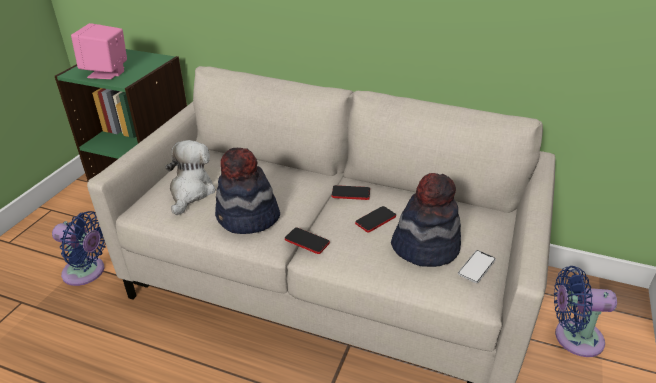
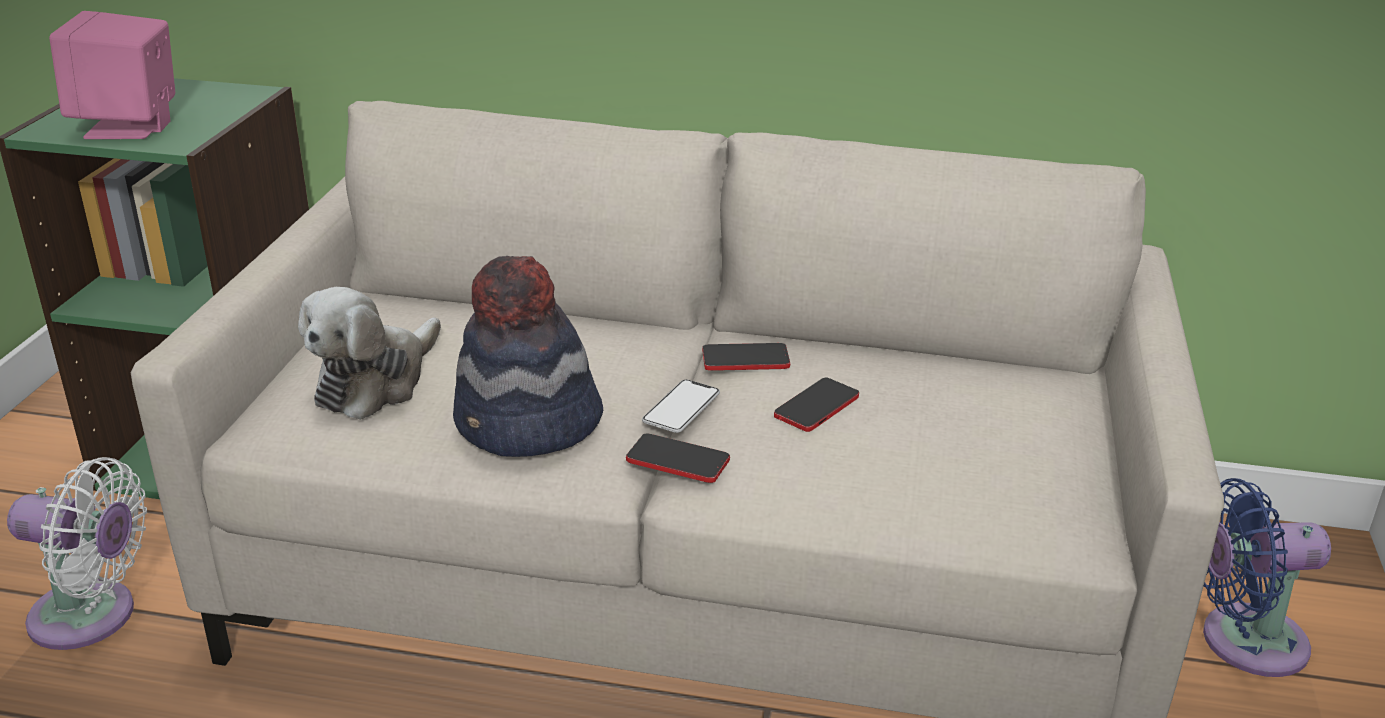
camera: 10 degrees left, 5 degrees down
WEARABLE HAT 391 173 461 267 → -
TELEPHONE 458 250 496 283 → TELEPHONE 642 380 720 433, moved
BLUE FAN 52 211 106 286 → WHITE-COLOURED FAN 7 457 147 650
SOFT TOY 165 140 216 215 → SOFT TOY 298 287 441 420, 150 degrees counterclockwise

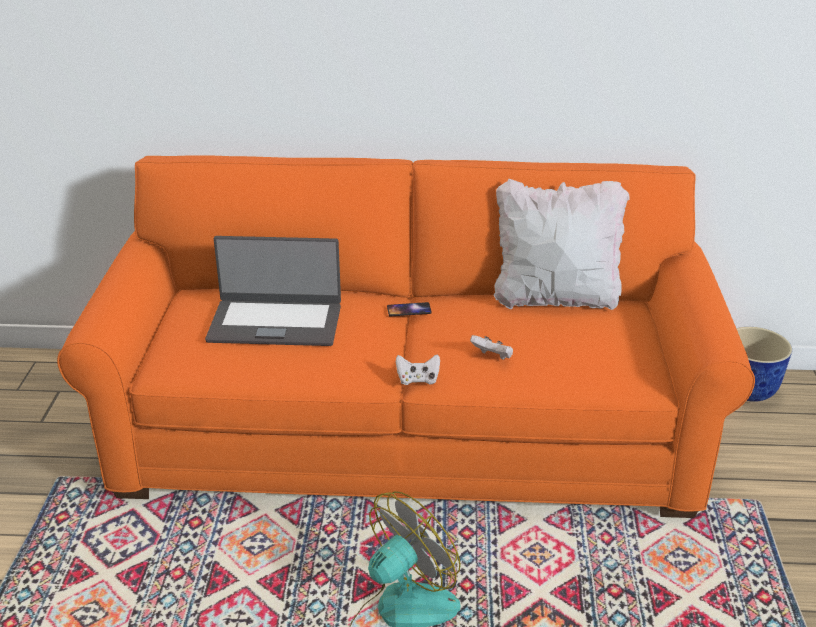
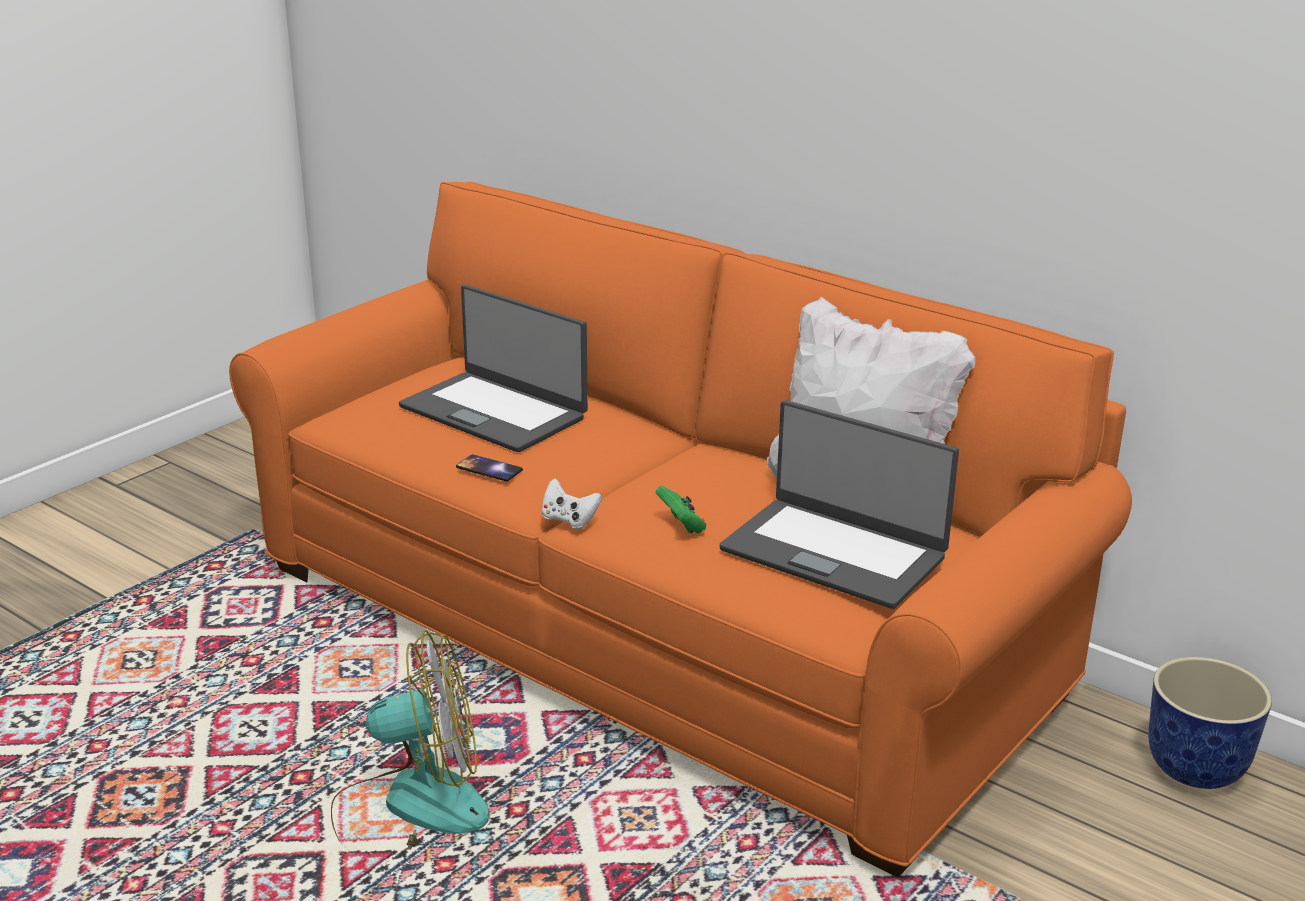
camera: 35 degrees right, 5 degrees down
- → LAPTOP 720 400 959 609
TELEPHONE 387 302 432 316 → TELEPHONE 456 455 523 481, moved
WHITE-COLOURED GAME CONTROLLER 470 335 513 360 → GREENISH GAME CONTROLLER 655 486 706 533

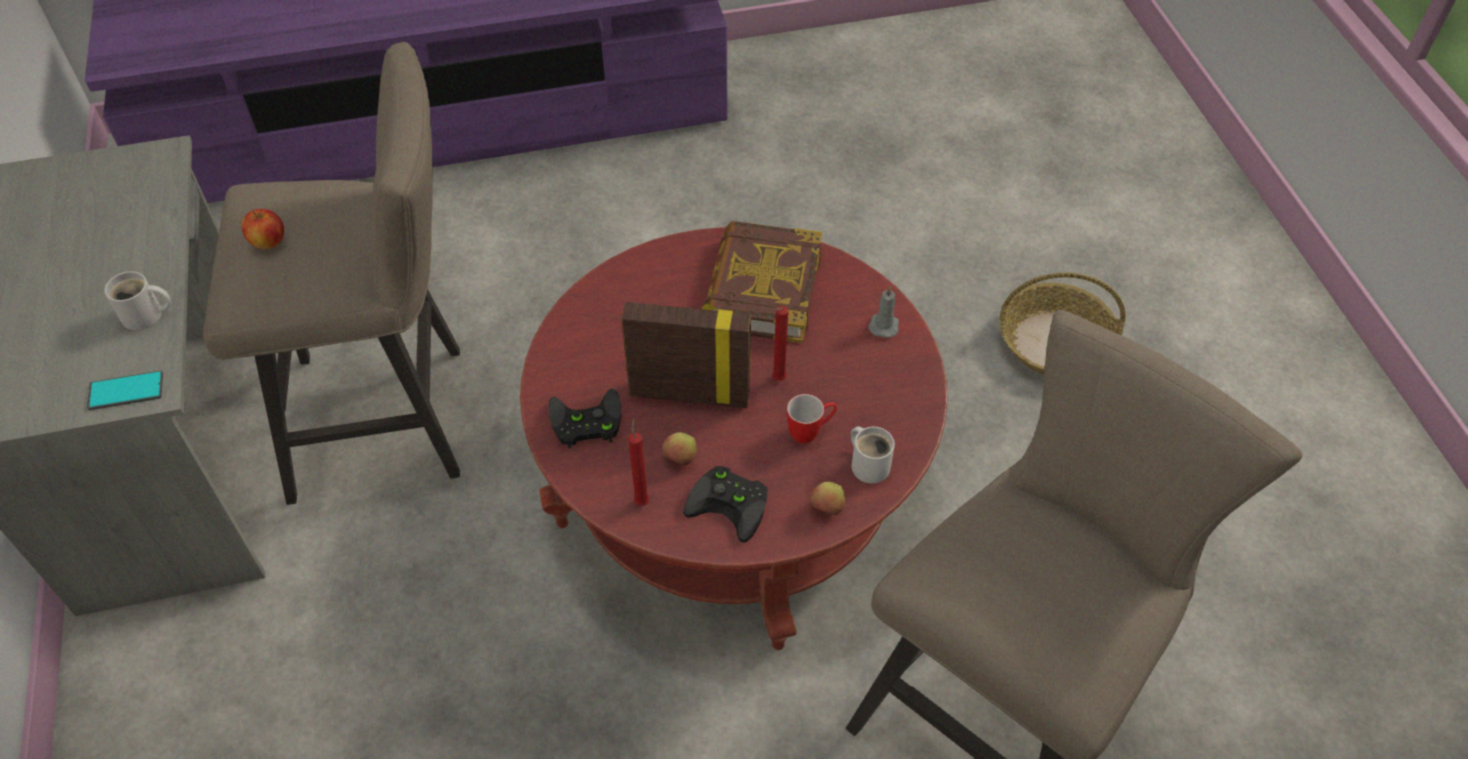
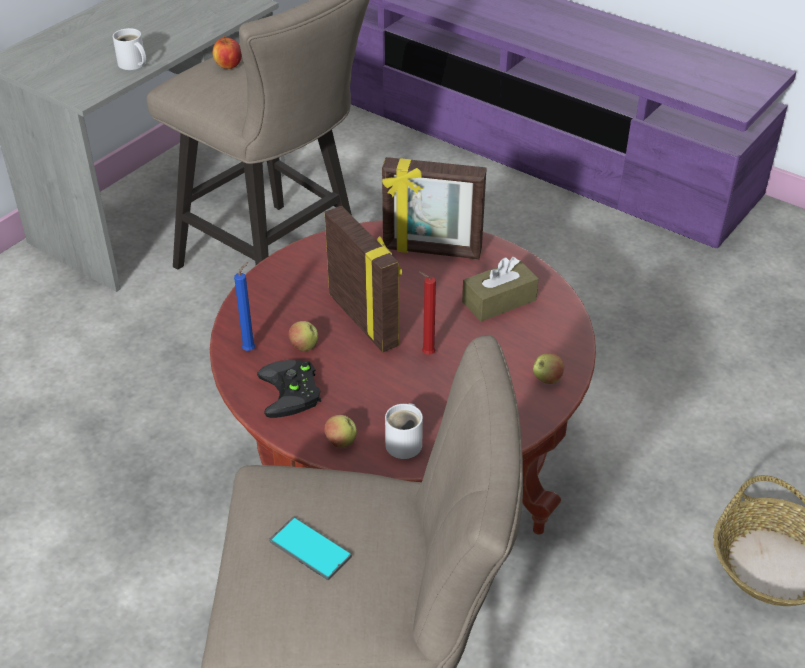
camera: 50 degrees right, 10 degrees down
BLACK-COLOURED GAME CONTROLLER 549 388 621 449 → -
TEA MUG 787 394 837 444 → -
- → PHOTO FRAME 382 157 487 259
TELEPHONE 87 371 163 410 → TELEPHONE 269 517 352 580, moved
VOLUME 704 221 822 343 → BROWN-COLOURED TISSUE BOX 462 257 539 322
GREY WAX LIGHT 868 286 899 338 → APPLE 533 353 564 384
RED-COLOURED WAX LIGHT 628 418 649 506 → BLUE WAX LIGHT 234 262 255 351

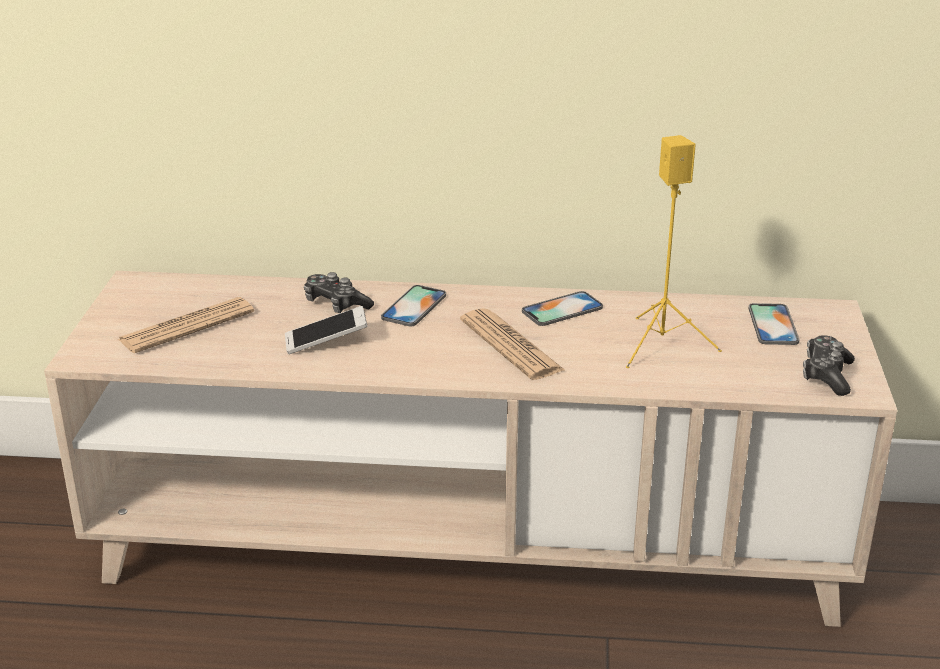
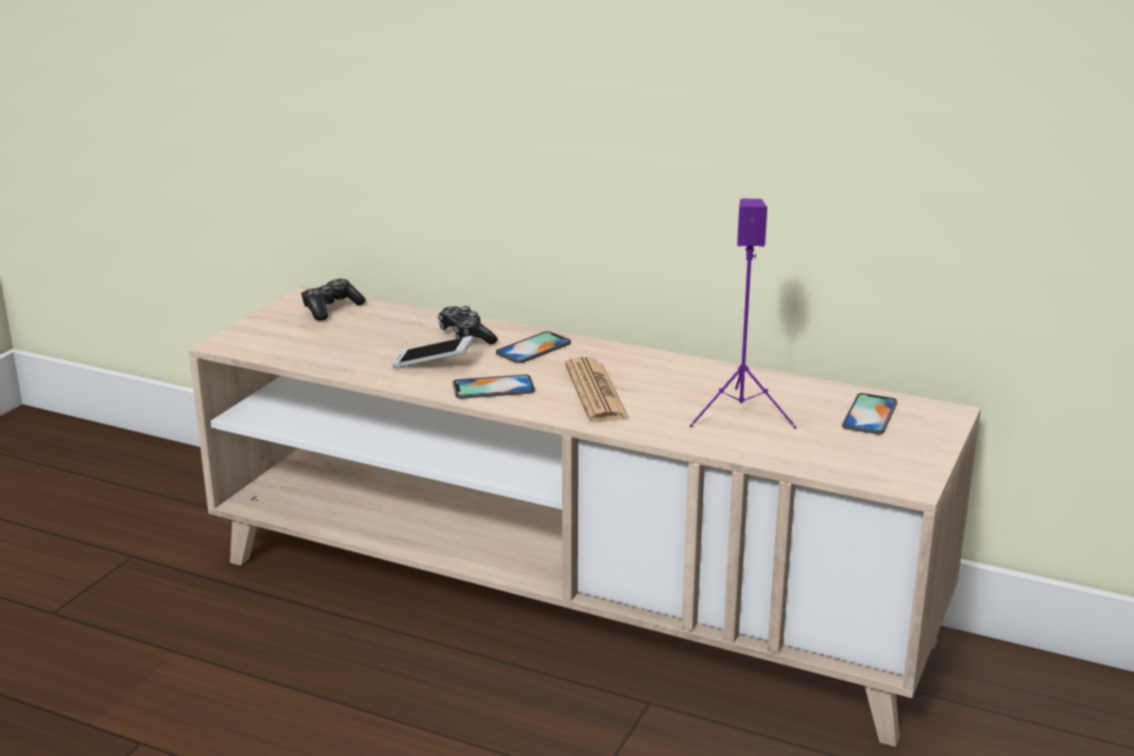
camera: 20 degrees right, 5 degrees down
PRINTED PAPER 118 297 254 353 → -
TELEPHONE 522 291 603 326 → TELEPHONE 453 374 535 399, moved
GAME CONTROLLER 803 335 855 396 → GAME CONTROLLER 301 279 366 320, moved
YELLOW-COLOURED AUDIO SPEAKER 626 135 722 368 → PURPLE AUDIO SPEAKER 690 199 797 428

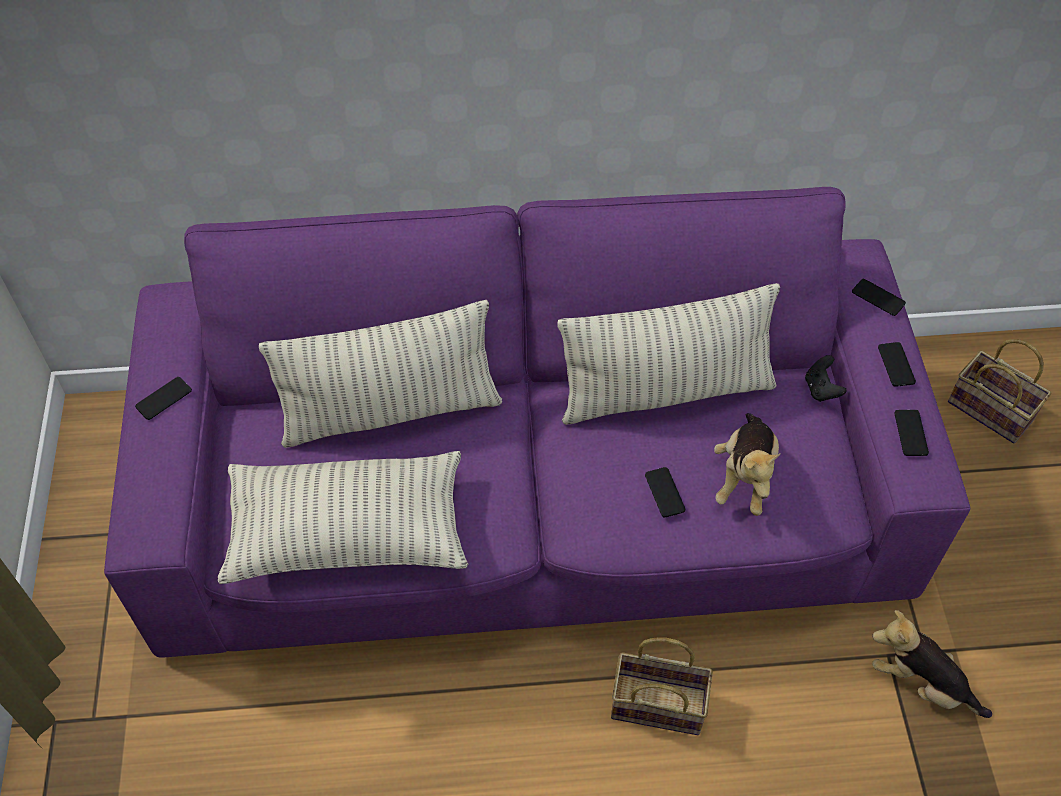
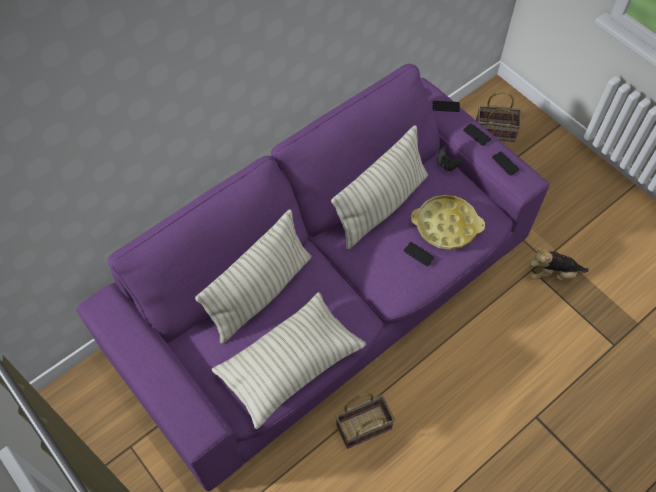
camera: 35 degrees left, 5 degrees up
TELEPHONE 135 377 192 420 → -
BASKET 611 637 713 735 → BASKET 336 393 395 449, moved
SOFT TOY 714 413 780 516 → YELLOW-COLOURED TRAY 411 195 485 250

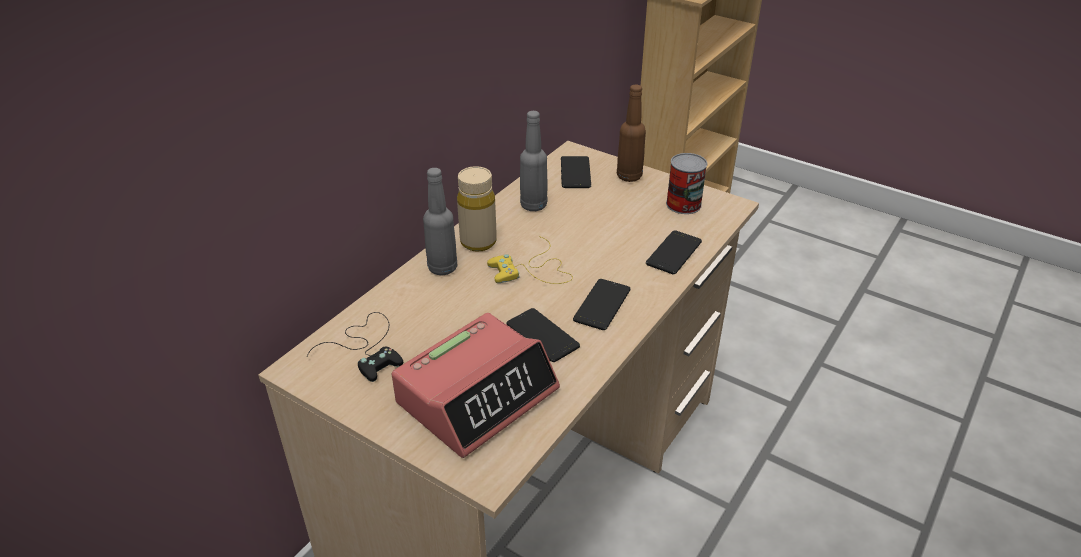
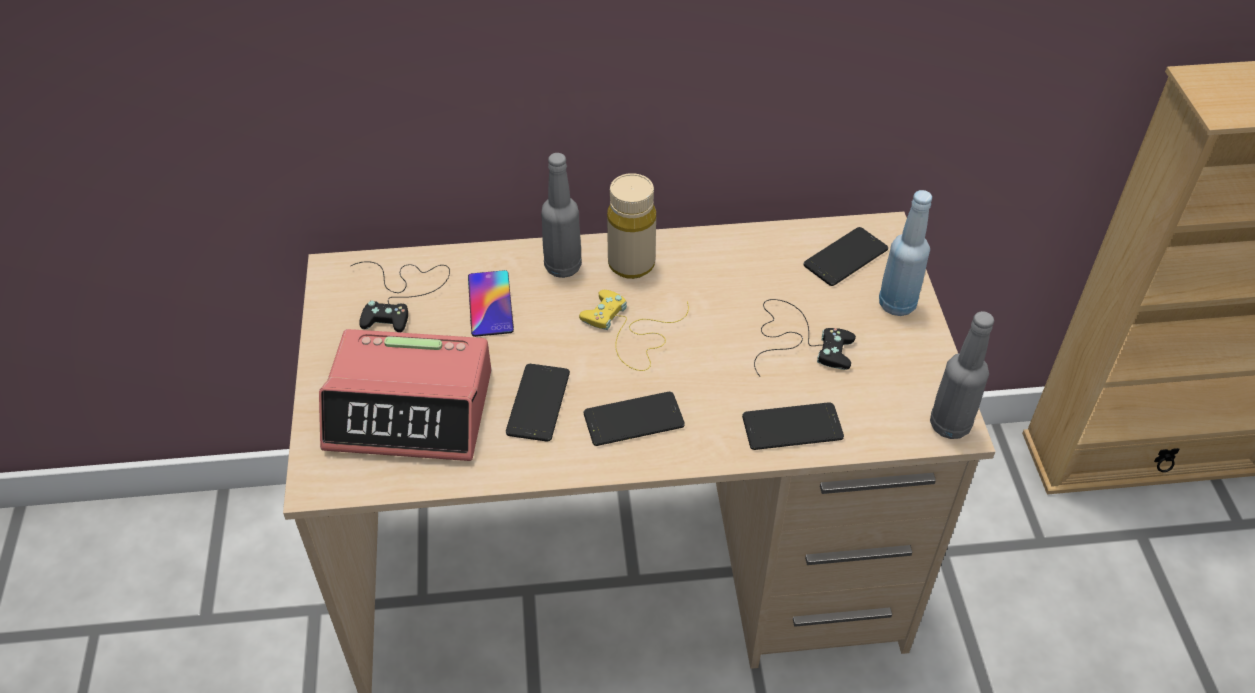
camera: 50 degrees right, 10 degrees up
METAL CAN 666 153 707 214 → -
- → TELEPHONE 468 270 514 337
- → BLACK-COLOURED GAME CONTROLLER 754 299 856 377
GREY DRINK BOTTLE 520 111 547 211 → GREY DRINK BOTTLE 930 311 994 439, moved
BROWN-COLOURED DRINK BOTTLE 617 85 646 182 → BLUE DRINK BOTTLE 879 190 932 316

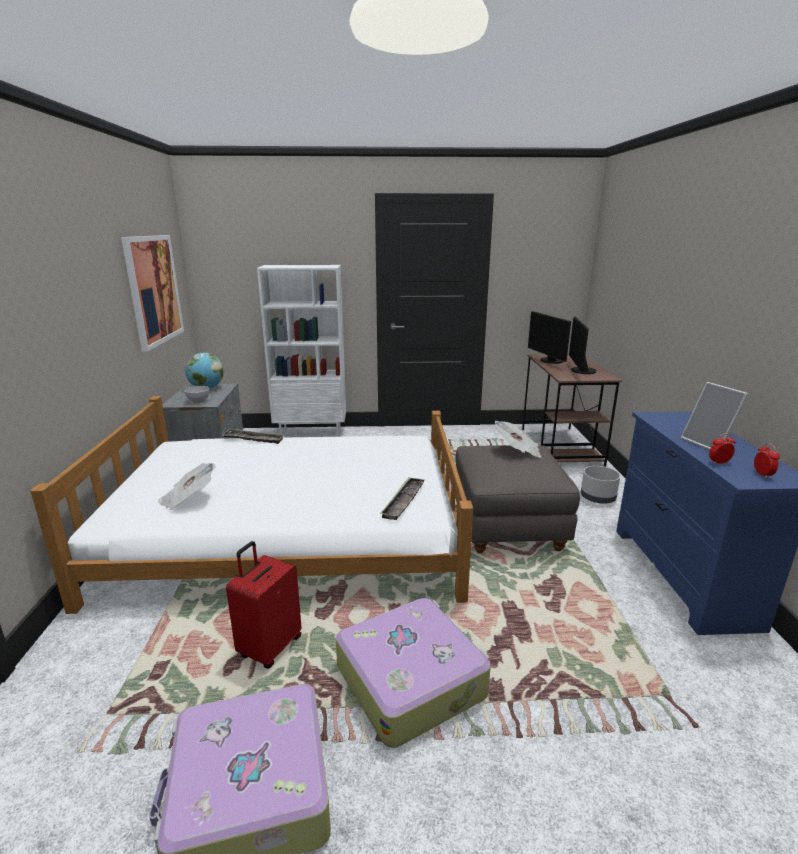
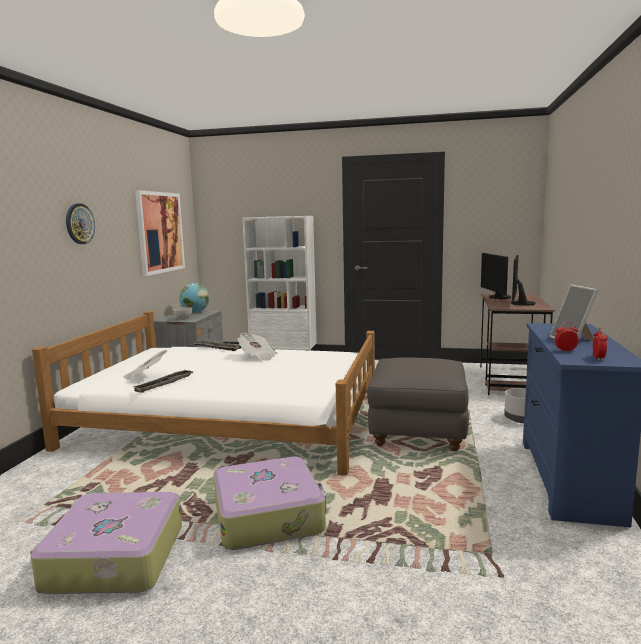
camera: 15 degrees right, 10 degrees down
RED-COLOURED SUITCASE 226 541 301 669 → -
- → CLOCK ON THE WALL 66 203 95 244
TRAY 380 478 425 520 → TRAY 133 370 194 393, moved
PRINTED PAPER 495 421 542 458 → PRINTED PAPER 237 333 277 361, moved

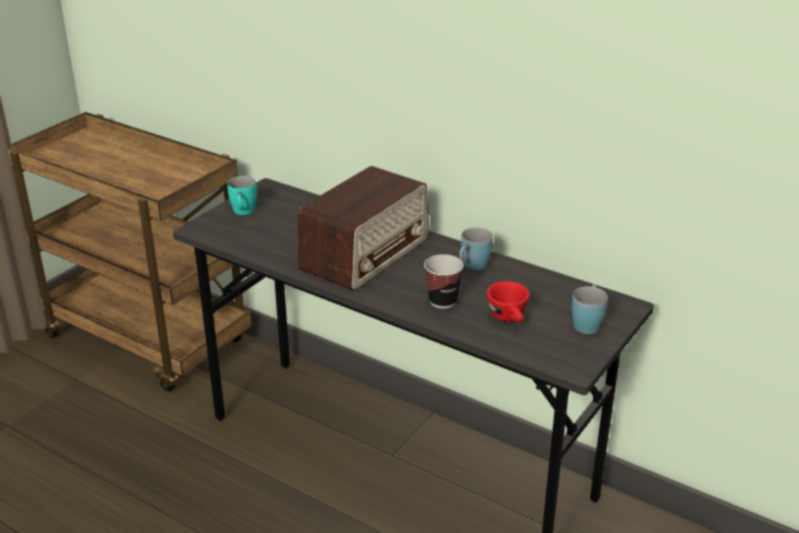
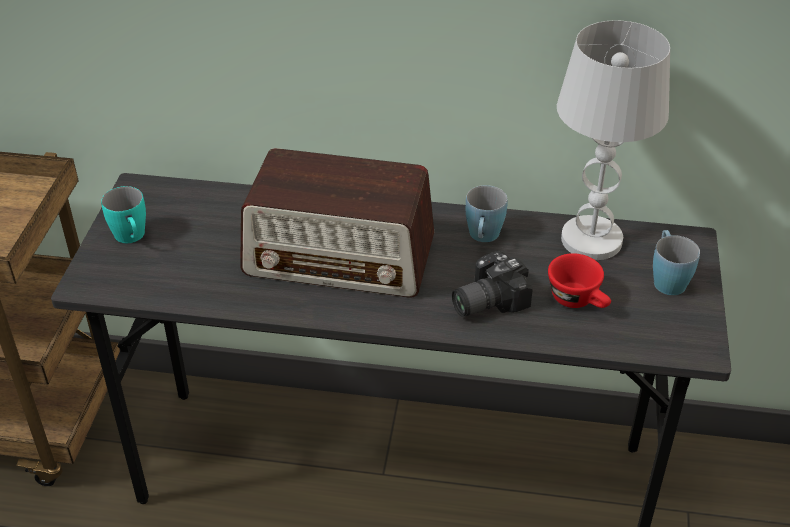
camera: 25 degrees left, 10 degrees up
- → WHITE-COLOURED LAMP FOR A TABLE 557 20 670 260
DRINKING CUP 424 254 464 309 → PHOTO CAMERA 452 251 533 317
RADIO 297 166 429 291 → RADIO 240 148 434 298, 90 degrees clockwise

